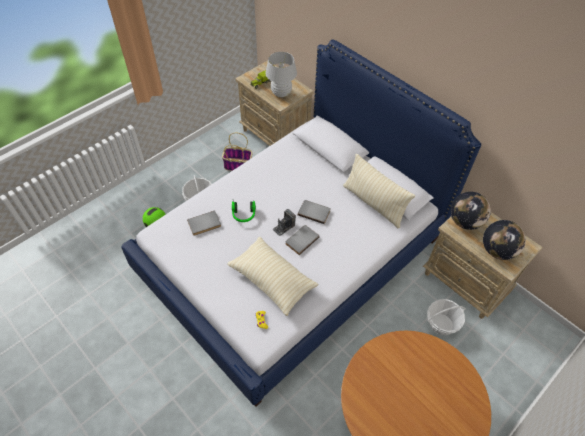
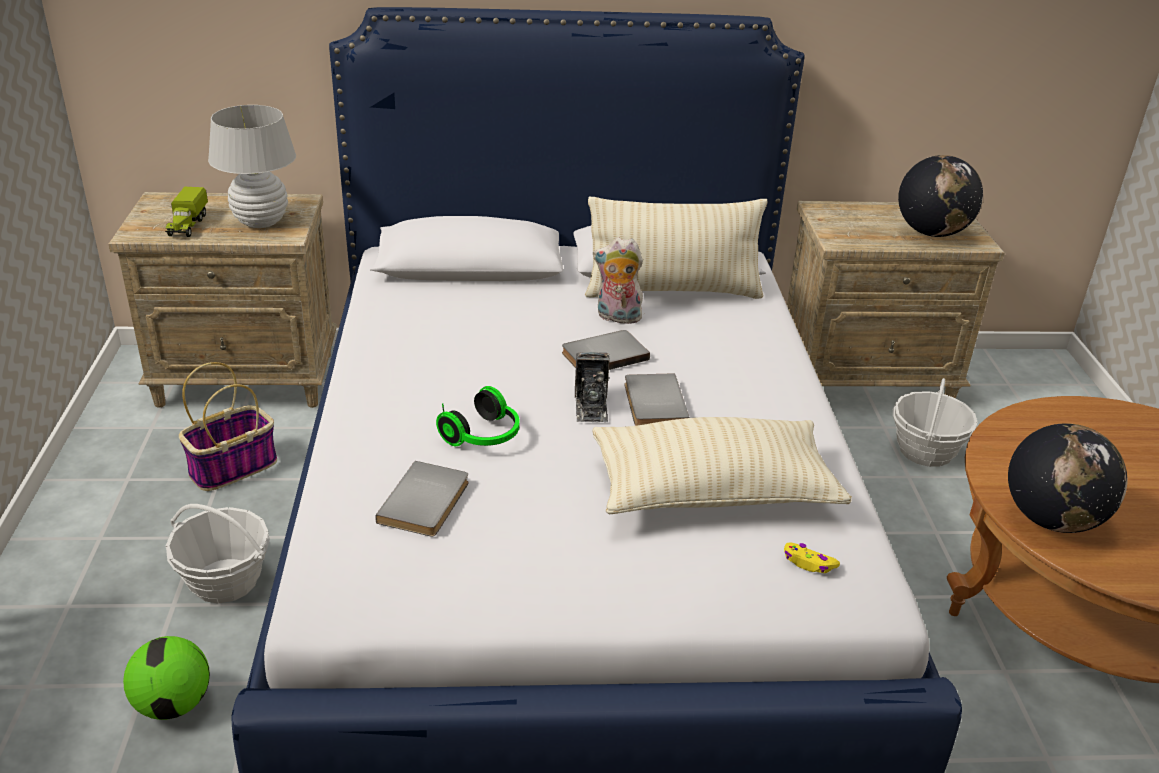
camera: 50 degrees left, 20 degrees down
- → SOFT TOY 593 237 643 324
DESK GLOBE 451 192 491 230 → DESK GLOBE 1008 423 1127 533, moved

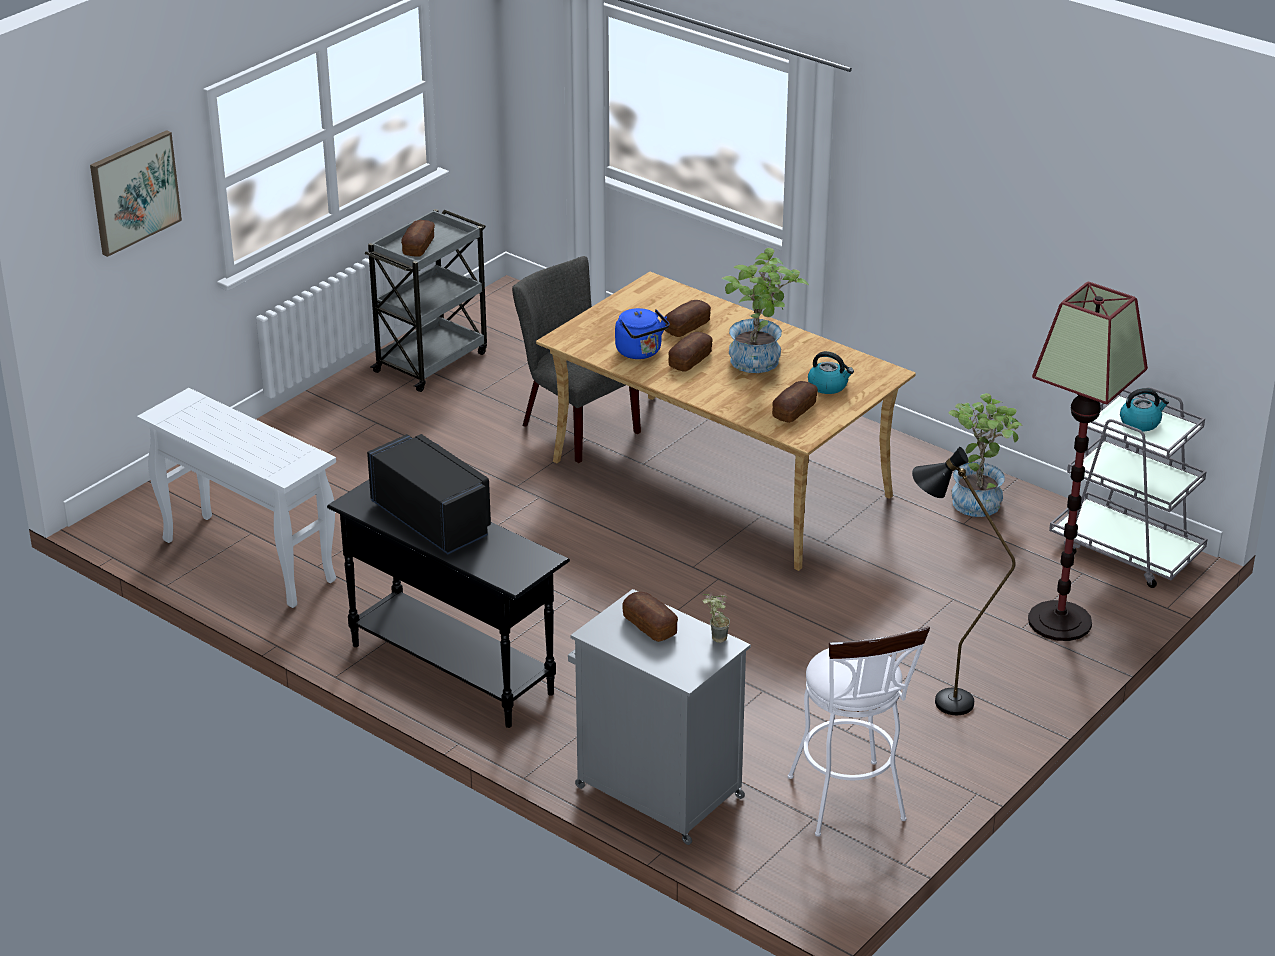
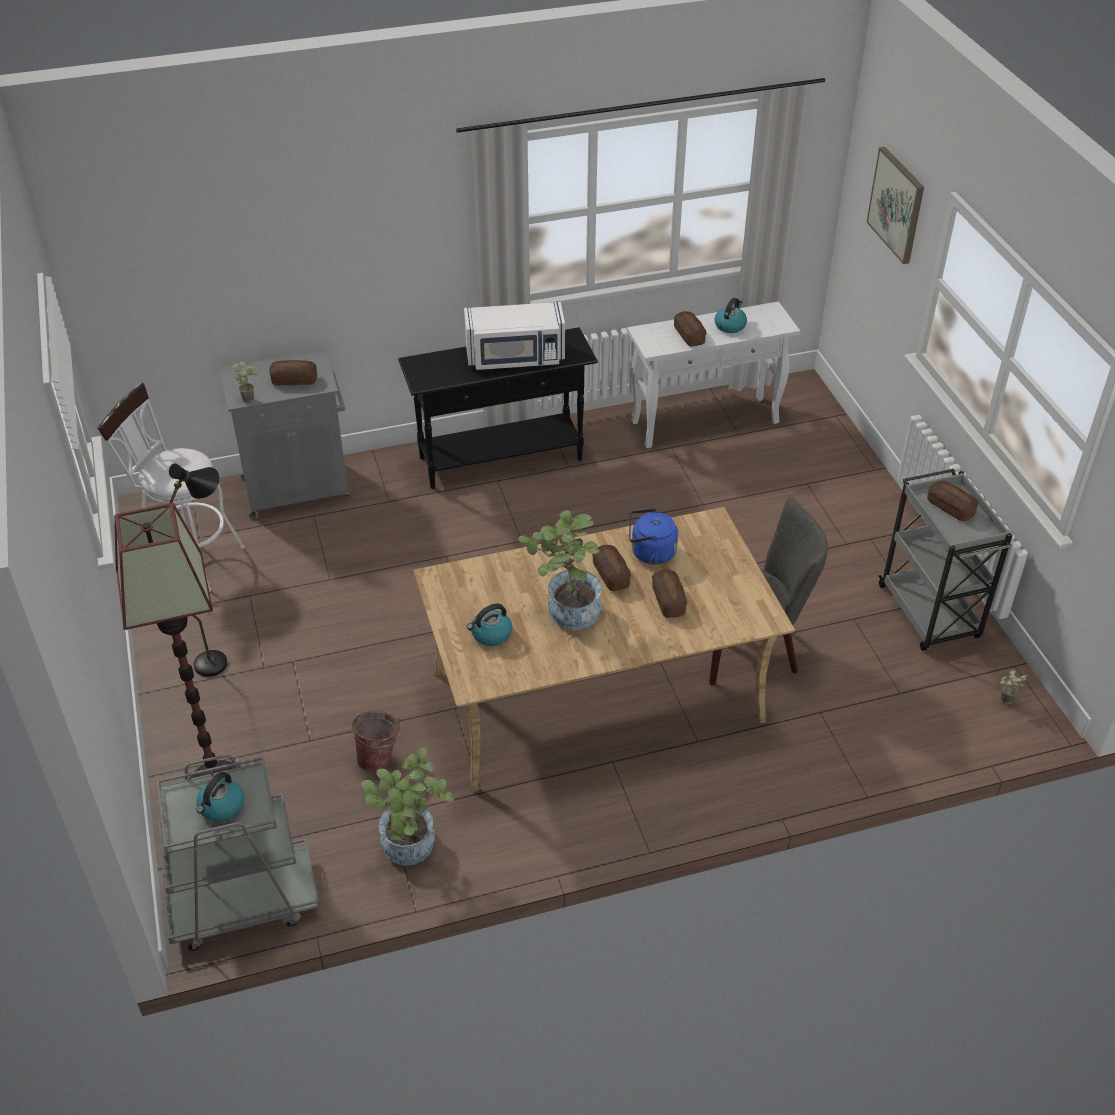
camera: 125 degrees right, 10 degrees up
- → PAIL 352 711 402 772
- → KETTLE 715 298 747 333
- → HOUSEPLANT 1000 670 1029 704
BAKED BREAD 772 381 818 423 → BAKED BREAD 674 311 707 346, moved
BLACK-COLOURED MICROWAVE OVEN 367 434 491 554 → WHITE-COLOURED MICROWAVE OVEN 464 302 565 370

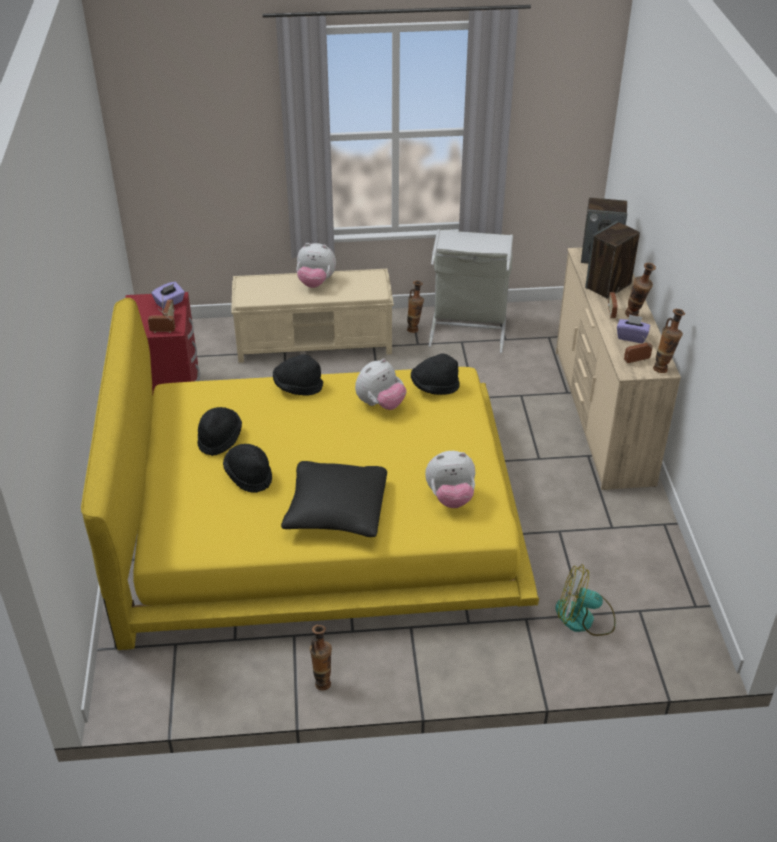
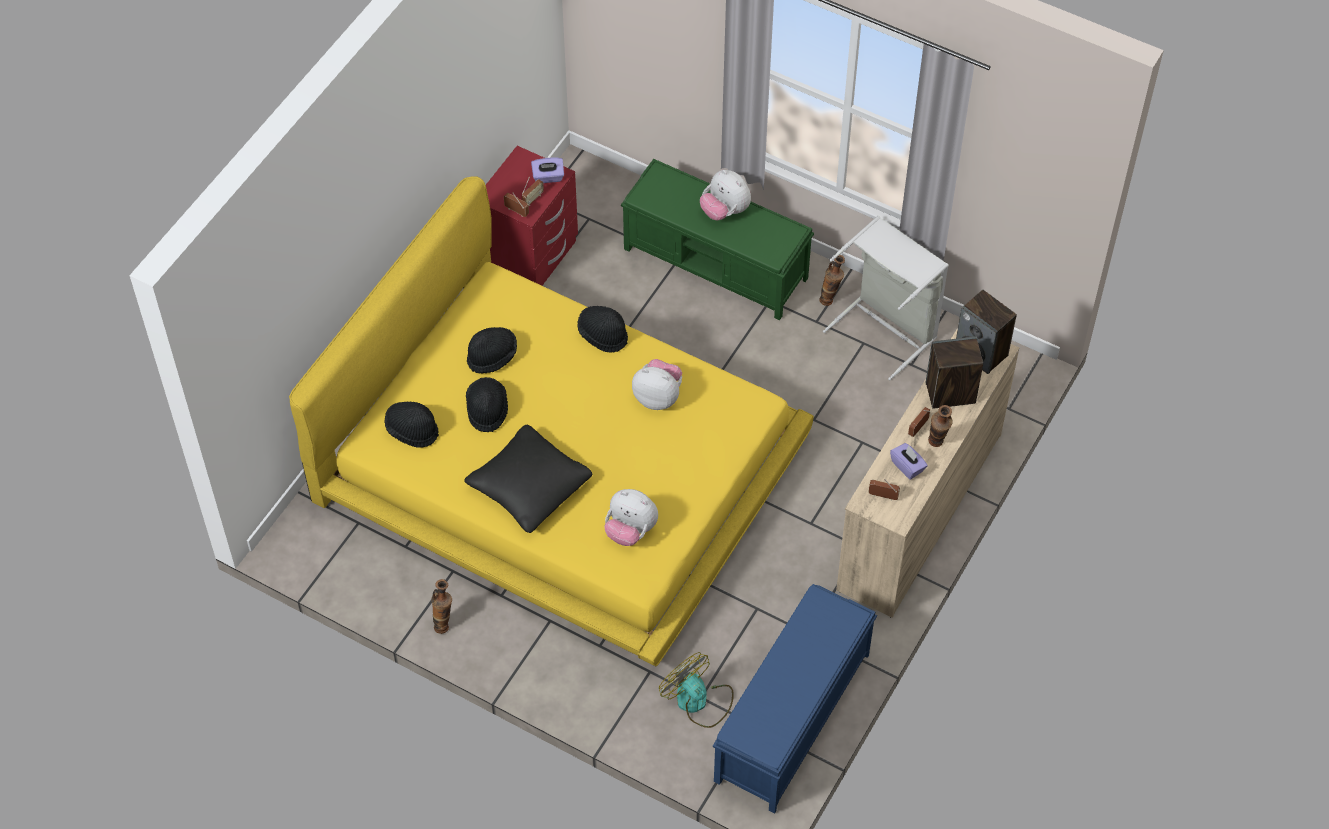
camera: 35 degrees right, 15 degrees up
DECORATIVE VASE 653 309 685 373 → -
- → BLUE BENCH 713 584 877 813
BLACK-COLOURED WEARABLE HAT 411 354 460 395 → BLACK-COLOURED WEARABLE HAT 385 402 439 448, moved
BEIGE BENCH 231 269 394 363 → GREENISH BENCH 621 159 814 320
SOFT TOY 355 358 407 410 → SOFT TOY 632 359 682 410, 150 degrees counterclockwise

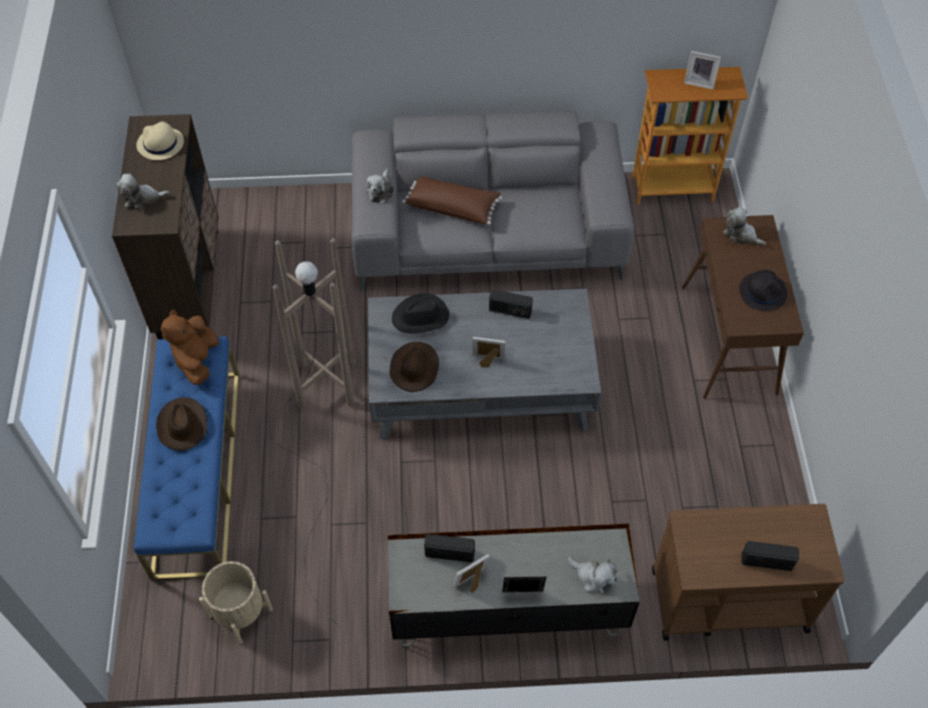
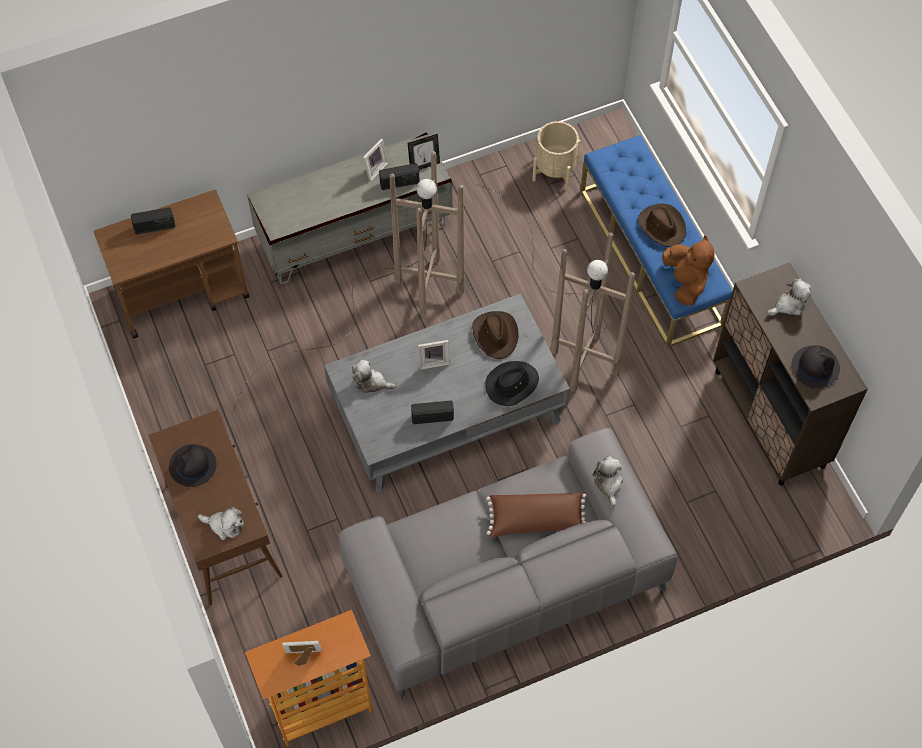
camera: 160 degrees right, 5 degrees up
- → BROWN-COLOURED STANDARD LAMP 232 151 465 415
PHOTO FRAME 502 577 546 592 → PHOTO FRAME 408 134 440 170, moved
SOFT TOY 568 557 618 594 → SOFT TOY 352 360 396 393, moved
BEIGE WEARABLE HAT 136 121 184 160 → BLACK-COLOURED WEARABLE HAT 791 345 840 389

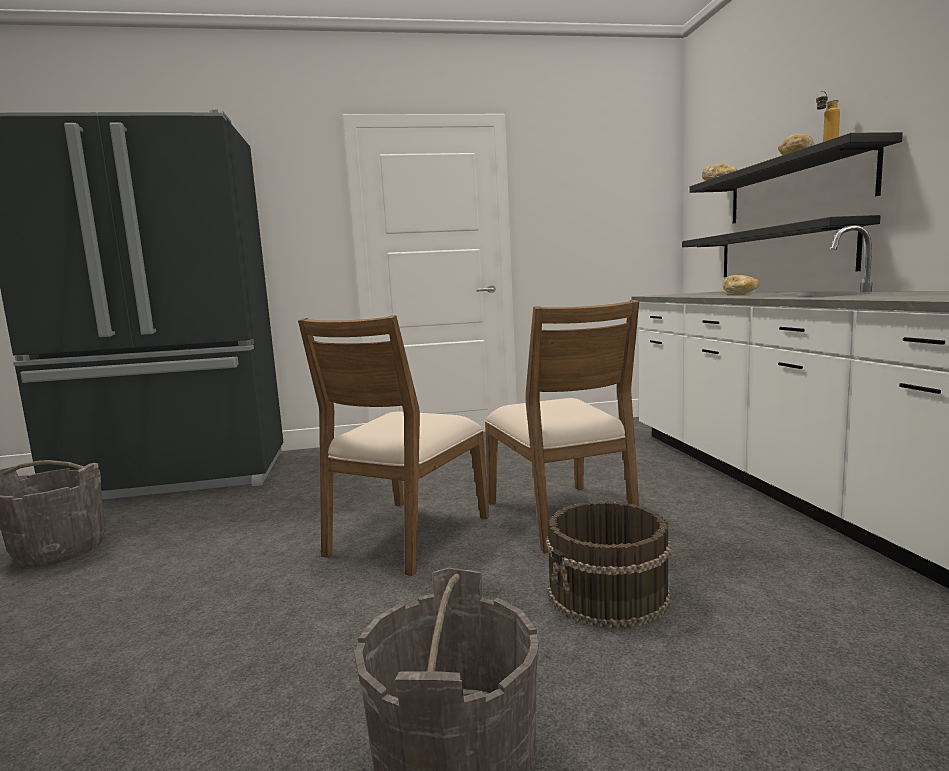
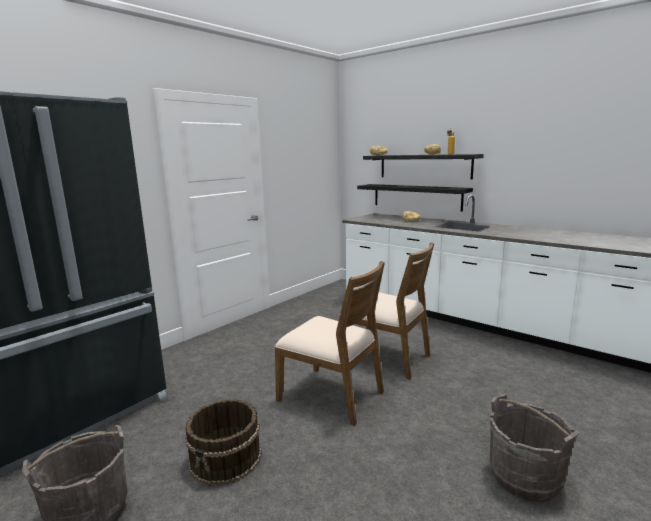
camera: 40 degrees left, 5 degrees up
BROWN-COLOURED PAIL 546 501 671 629 → BROWN-COLOURED PAIL 185 399 262 486, moved
BROWN-COLOURED PLAIN CHAIR 298 315 489 576 → BROWN-COLOURED PLAIN CHAIR 274 261 385 426, 45 degrees counterclockwise

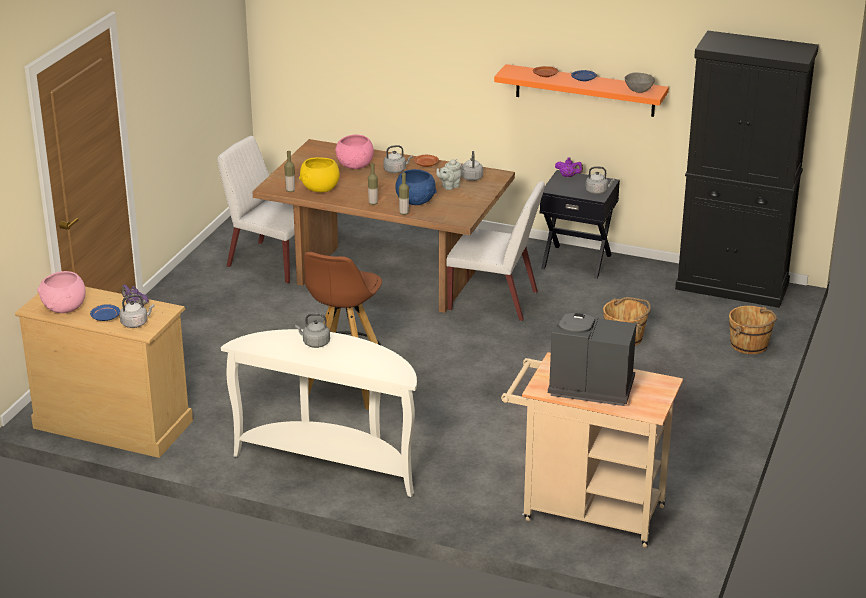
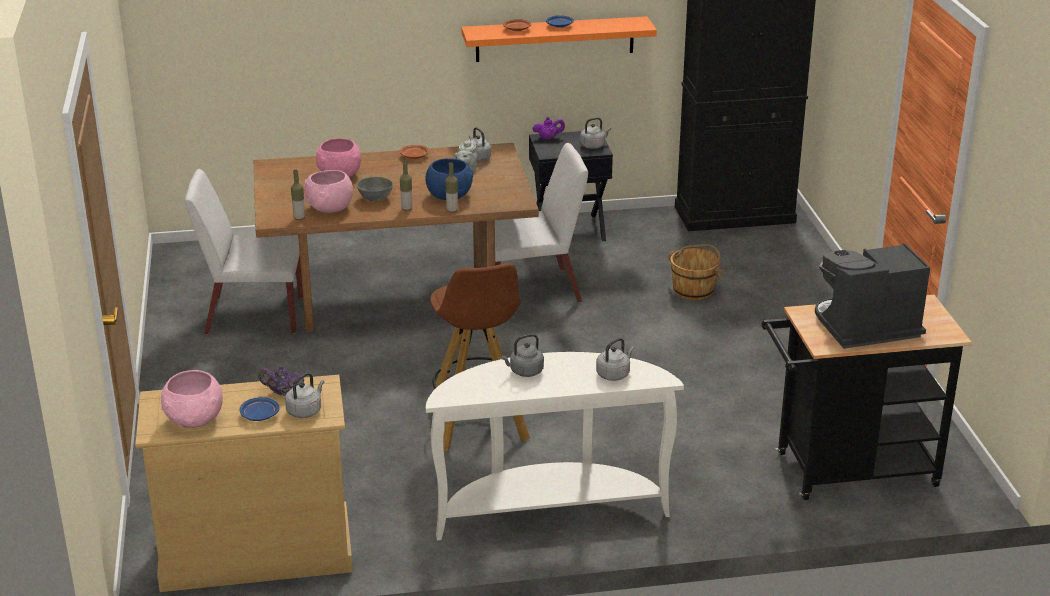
camera: 30 degrees left, 0 degrees up
BROWN-COLOURED PAIL 729 306 777 354 → -
GREY KETTLE 383 145 413 173 → GREY KETTLE 596 338 634 381, moved
GREY SERVING BOWL 625 73 655 93 → GREY SERVING BOWL 357 177 393 202, moved
YELLOW-COLOURED SERVING BOWL 299 157 340 192 → PINKISH SERVING BOWL 304 170 353 213
BEIGE TROLLEY 501 352 683 548 → BLACK-COLOURED TROLLEY 762 295 972 500

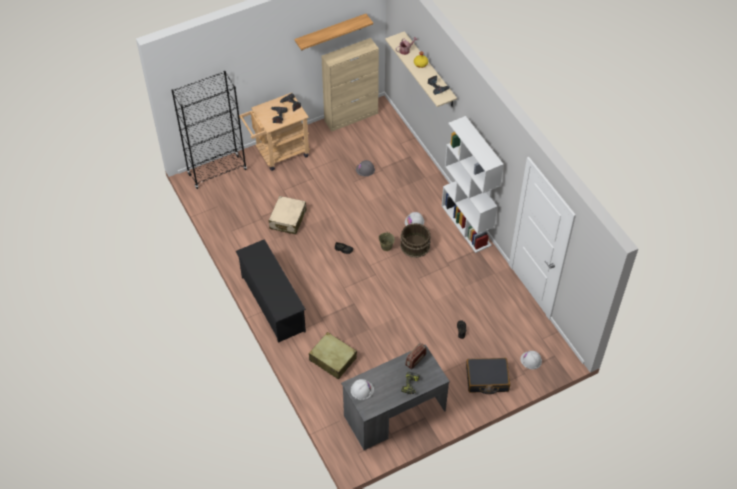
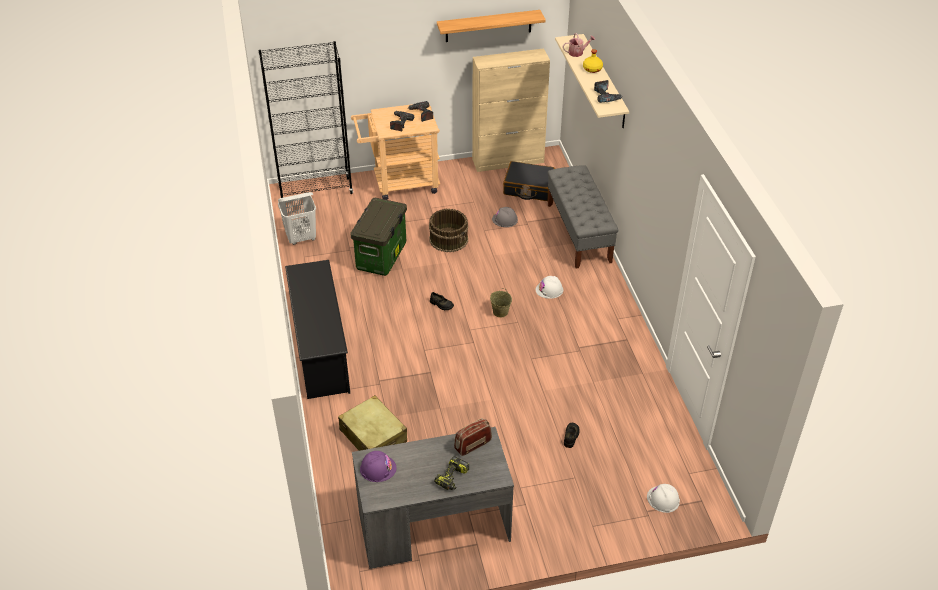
camera: 15 degrees right, 10 degrees down
WHITE-COLOURED BOOKSHELF 442 116 504 253 → -
- → WHITE-COLOURED LAUNDRY BASKET 278 192 316 245
- → GREY BENCH 548 165 618 269
BROWN-COLOURED PAIL 400 223 431 258 → BROWN-COLOURED PAIL 429 208 468 252, moved
BLACK-COLOURED SUITCASE 466 358 510 394 → BLACK-COLOURED SUITCASE 503 161 555 201, moved
BEIGE SUITCASE 269 196 307 234 → STORAGE BIN 350 198 407 276
WHITE-COLOURED WORK HELMET 351 379 374 400 → PURPLE WORK HELMET 360 451 396 482

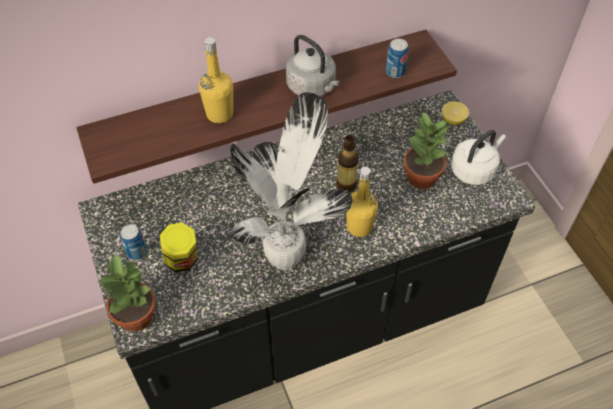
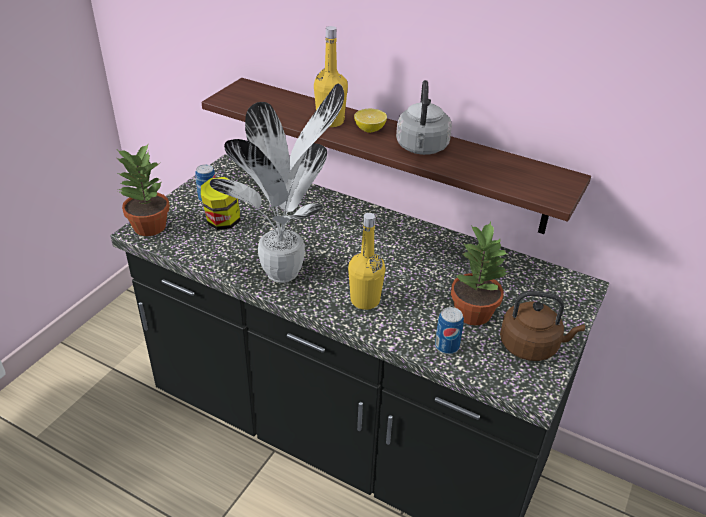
camera: 50 degrees right, 15 degrees down
DRINK BOTTLE 336 135 359 192 → -
METAL CAN 385 39 409 78 → METAL CAN 435 307 464 354, moved
LEMON 442 102 469 125 → LEMON 354 109 387 133, moved
WHITE-COLOURED KETTLE 451 130 506 185 → BROWN-COLOURED KETTLE 500 291 585 361

